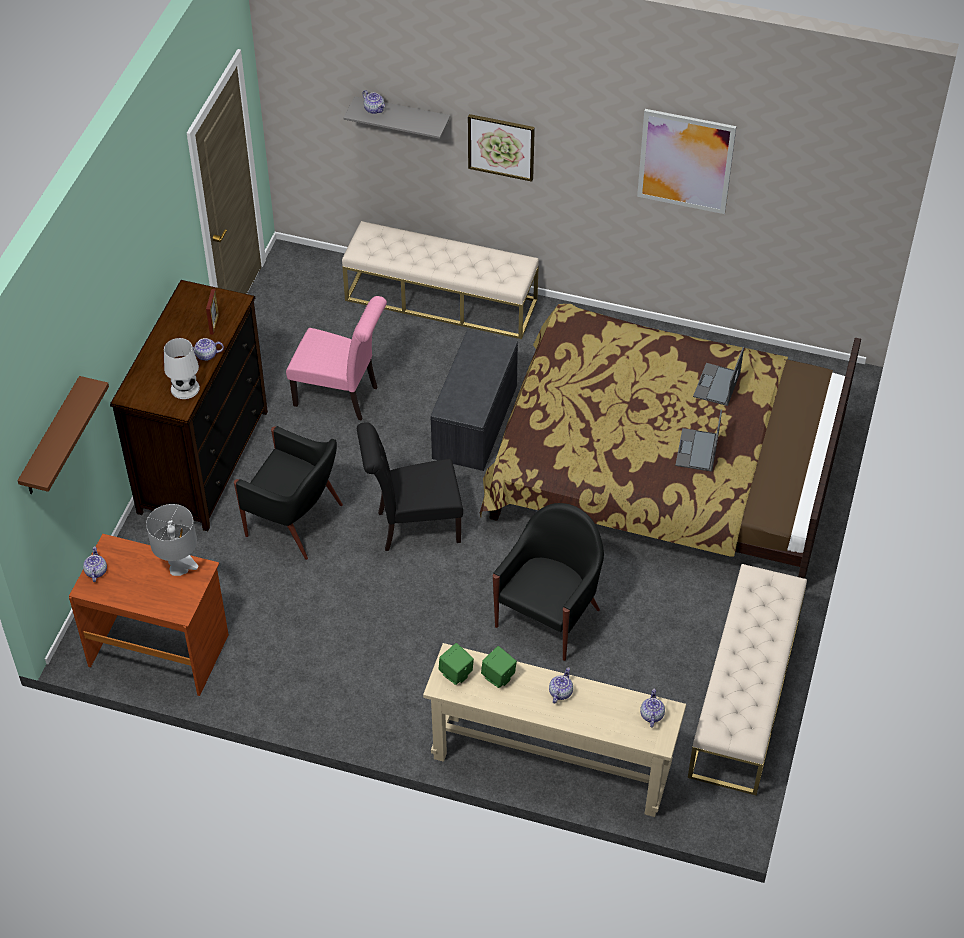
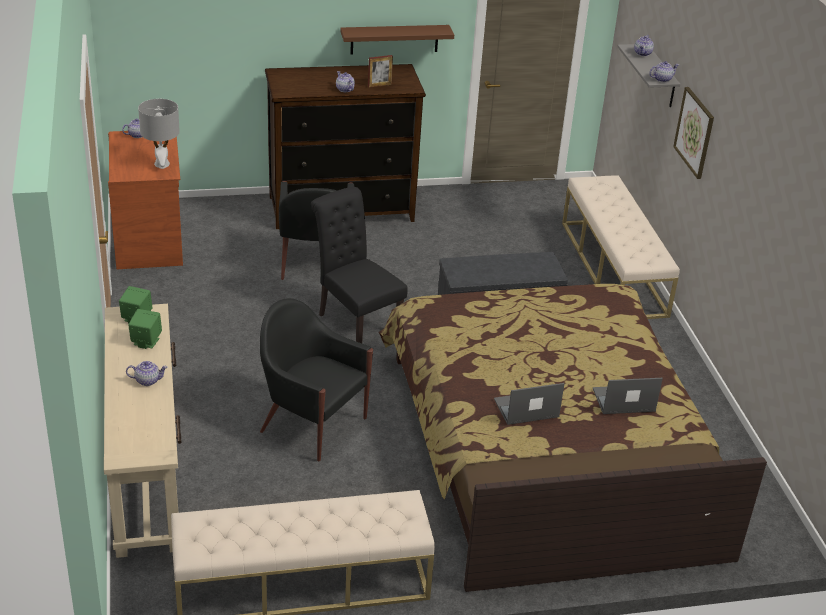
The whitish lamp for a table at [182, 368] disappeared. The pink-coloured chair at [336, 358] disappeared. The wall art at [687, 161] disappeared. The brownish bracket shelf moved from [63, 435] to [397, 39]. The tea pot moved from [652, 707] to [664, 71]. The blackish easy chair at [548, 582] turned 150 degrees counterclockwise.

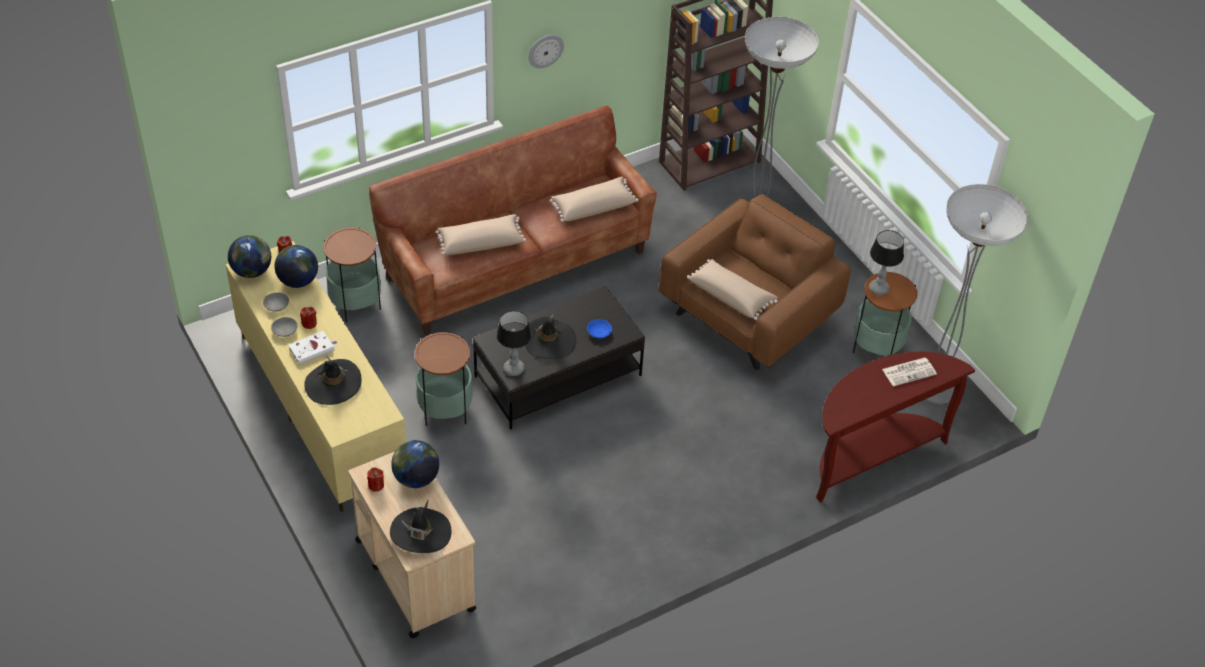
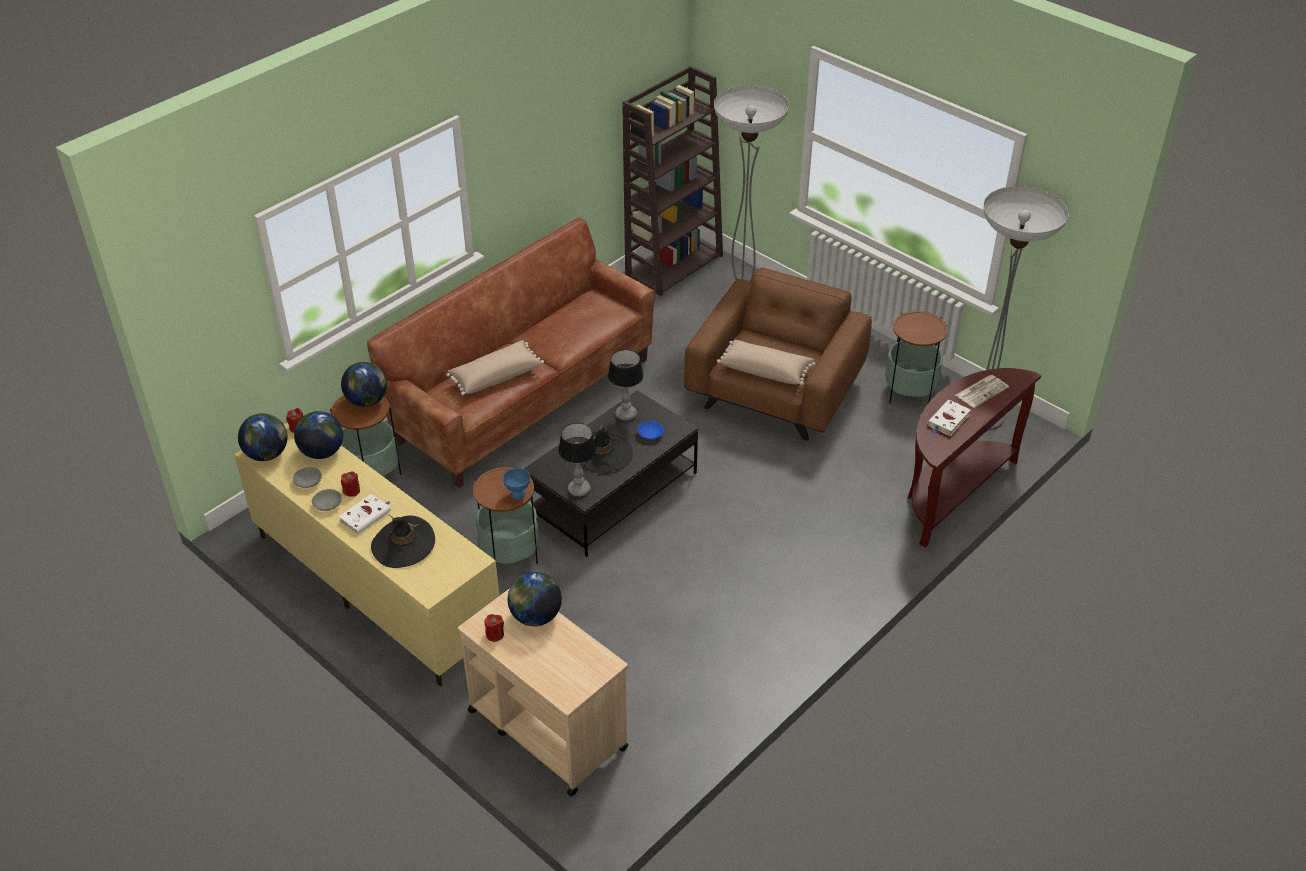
The blackish wearable hat at [420, 526] disappeared. The hanging clock at [546, 51] disappeared. The sand-coloured throw pillow at [594, 199] disappeared. The desk globe at [364, 384] appeared. The blue-coloured serving bowl at [516, 483] appeared. The whitish book at [949, 418] appeared. The lamp for a table moved from [886, 262] to [626, 385].

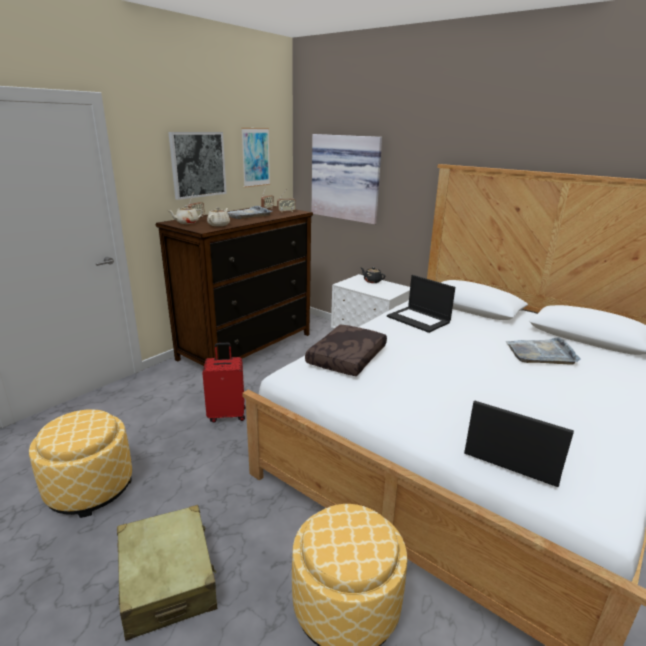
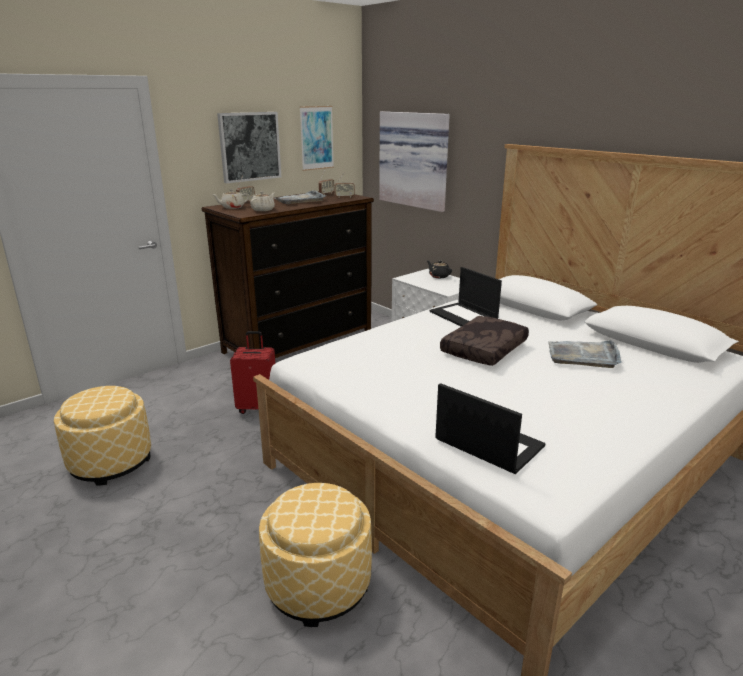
The sand-coloured piece of luggage at [167, 573] disappeared. The brownish throw pillow moved from [346, 350] to [484, 341].

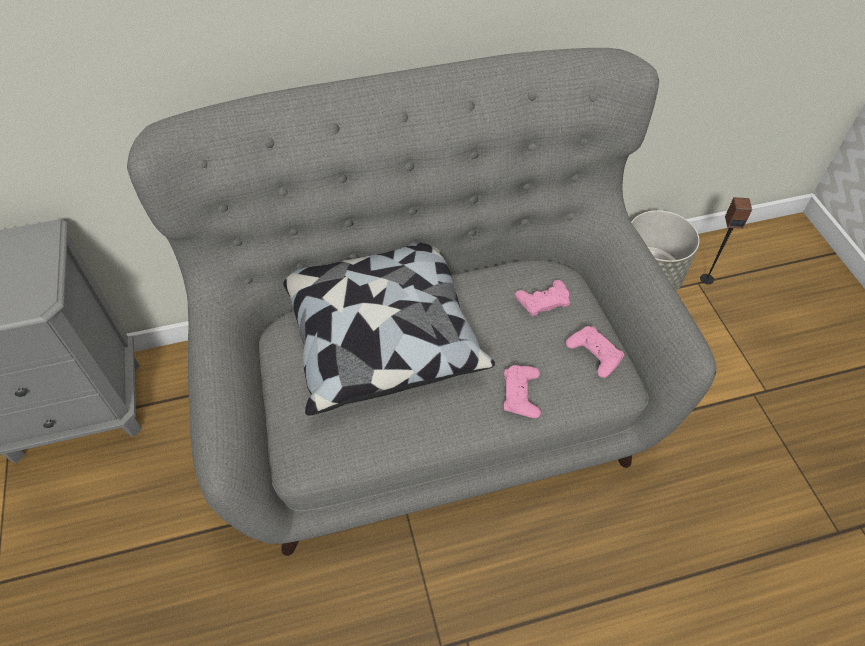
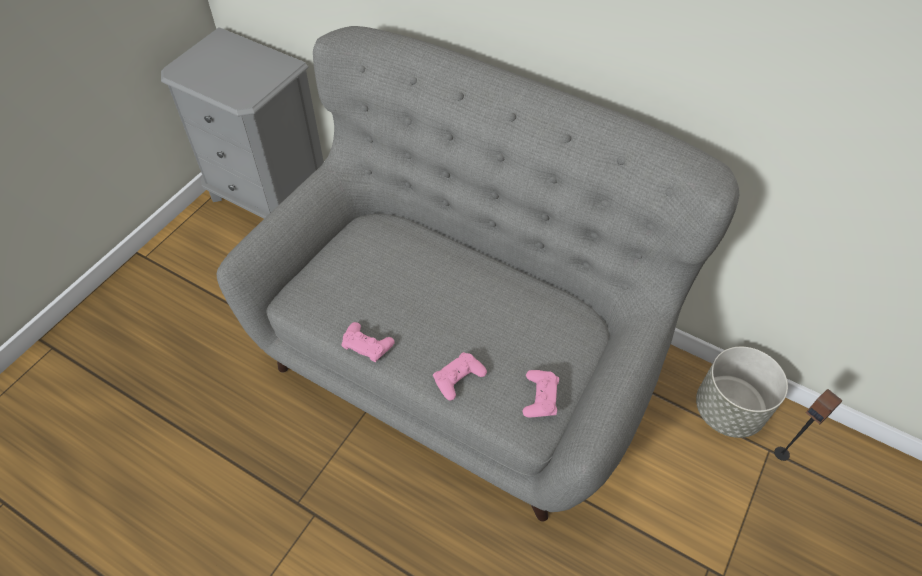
The throw pillow at [389, 329] disappeared. The pink-coloured joypad moved from [542, 298] to [368, 342].

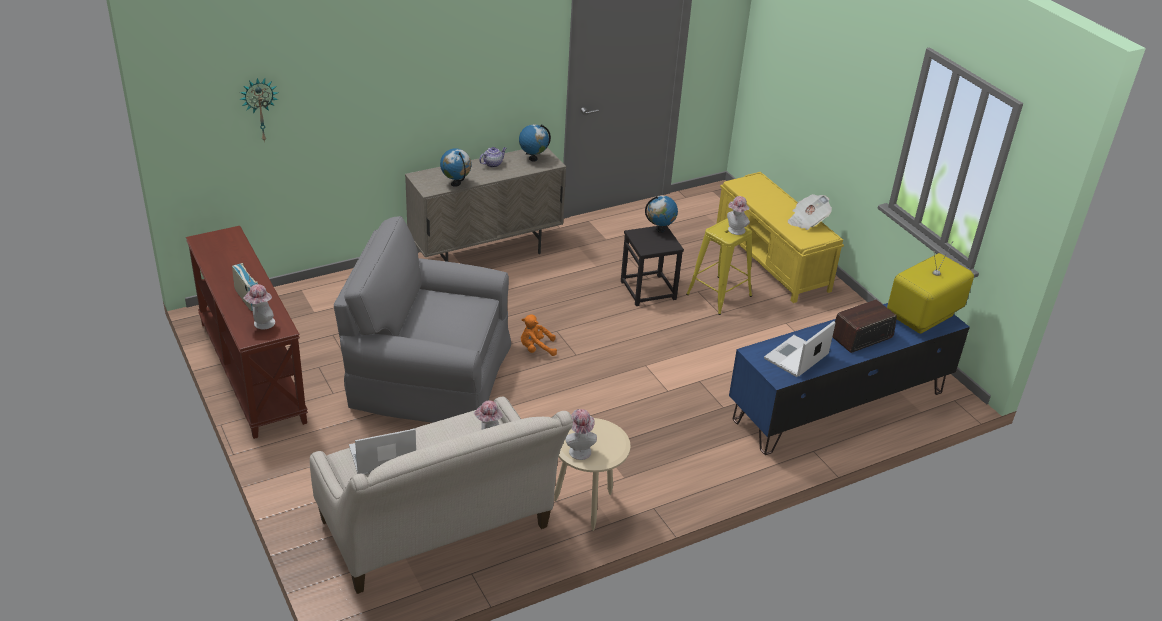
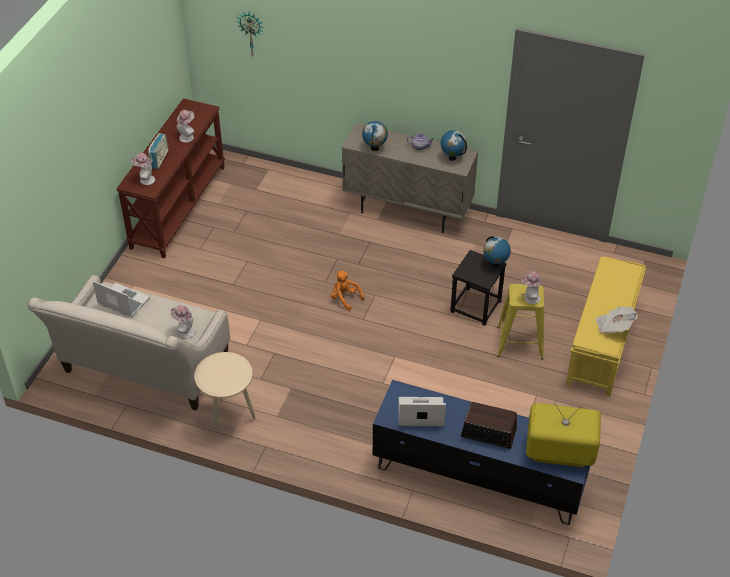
The greyish easy chair at [422, 319] disappeared. The wearable hat moved from [581, 434] to [185, 126].

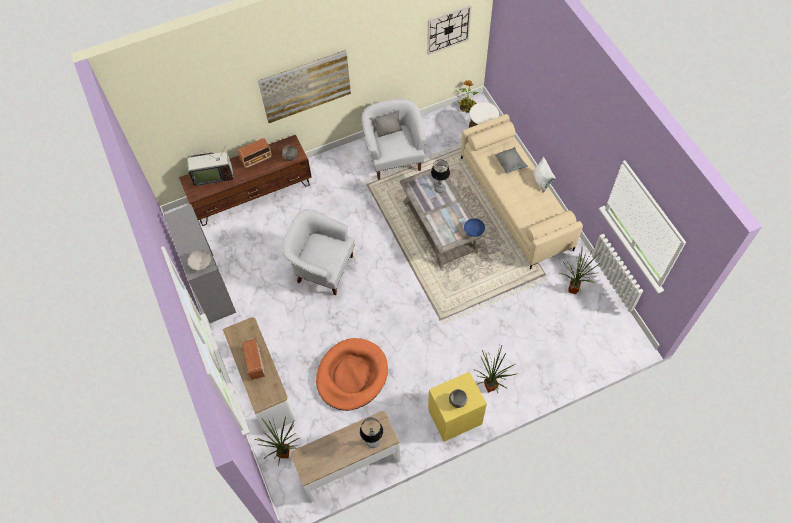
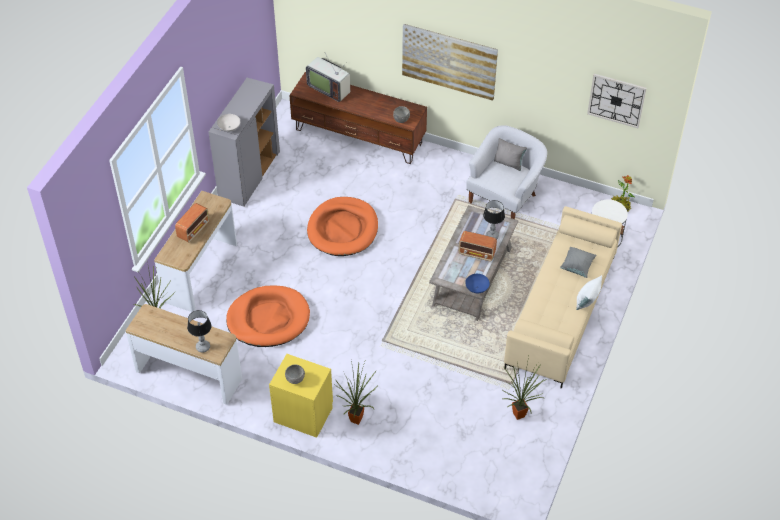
The radio receiver moved from [255, 153] to [478, 246]. The whitish easy chair at [318, 252] was replaced by the orange pet bed at [342, 226].

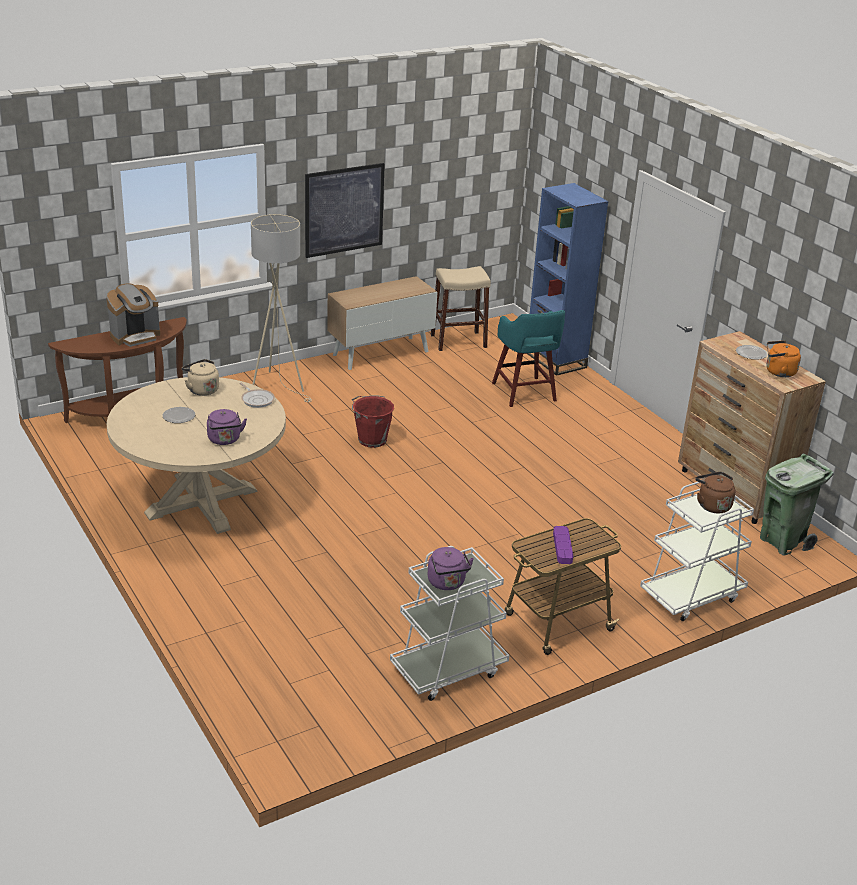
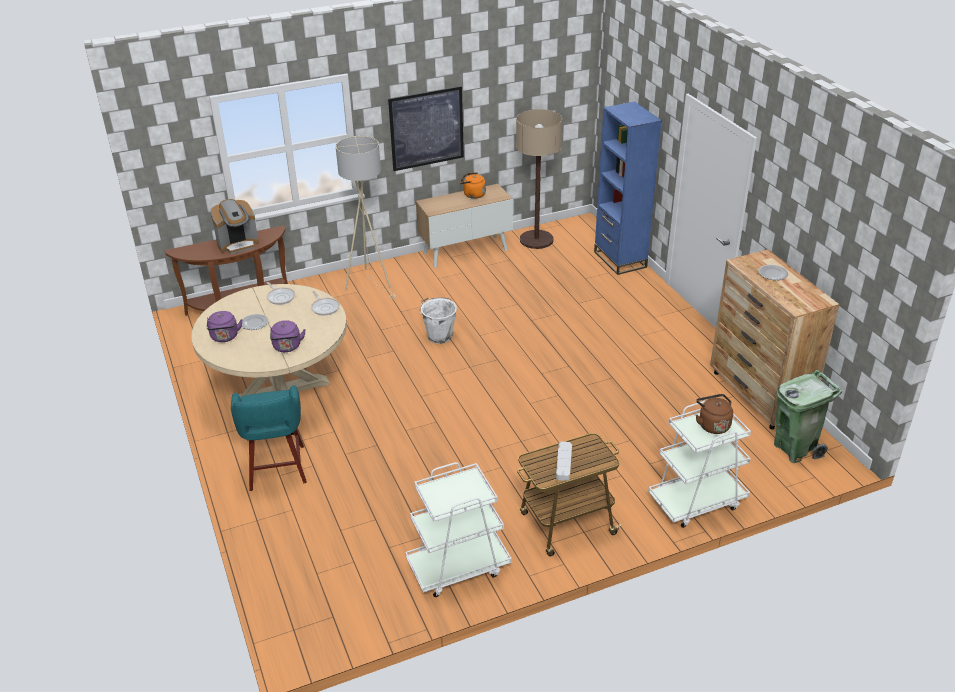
The purple water kettle moved from [450, 568] to [224, 326]. The blue-green stool seat moved from [528, 358] to [269, 438]. The orange water kettle moved from [783, 358] to [473, 185]. The sand-coloured water kettle at [200, 377] was replaced by the pan at [281, 293]. The sand-coloured stool seat at [461, 308] was replaced by the standing lamp at [539, 179]. The red pail at [373, 421] became the whitish pail at [438, 321]. The purple tray at [563, 545] became the greyish tray at [564, 461].

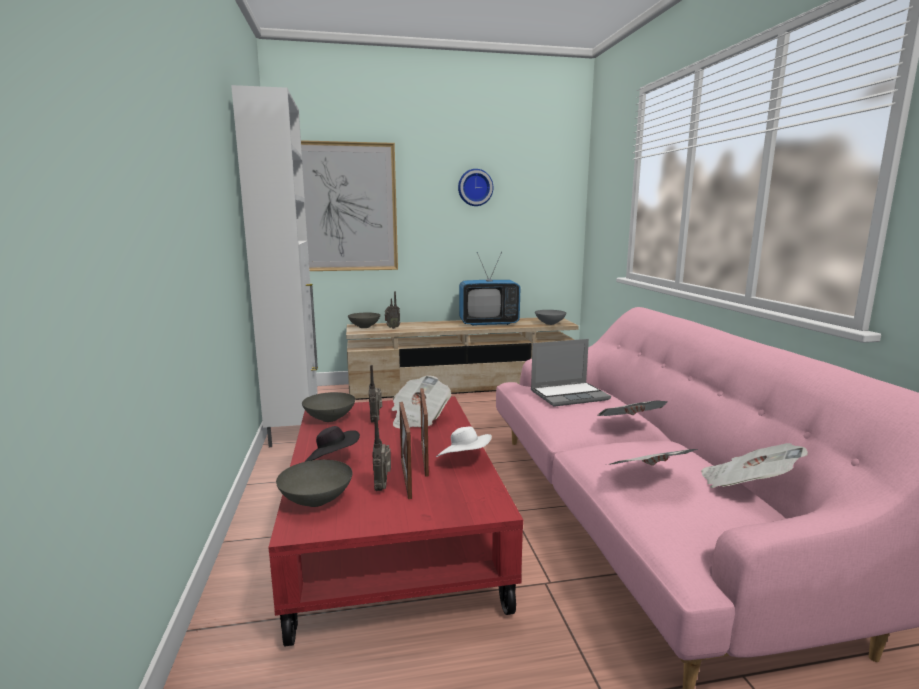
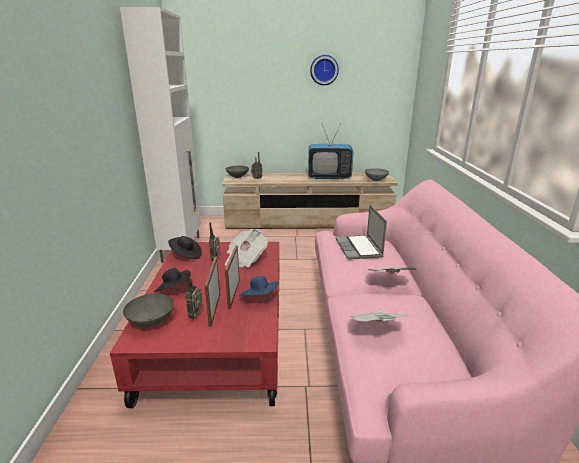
The wall art at [349, 205] disappeared. The newspaper at [754, 465] disappeared. The greyish serving bowl at [328, 407] was replaced by the blackish wearable hat at [185, 247]. The whitish wearable hat at [464, 442] became the blue-coloured wearable hat at [259, 286]. The portable computer at [571, 373] turned 90 degrees clockwise.

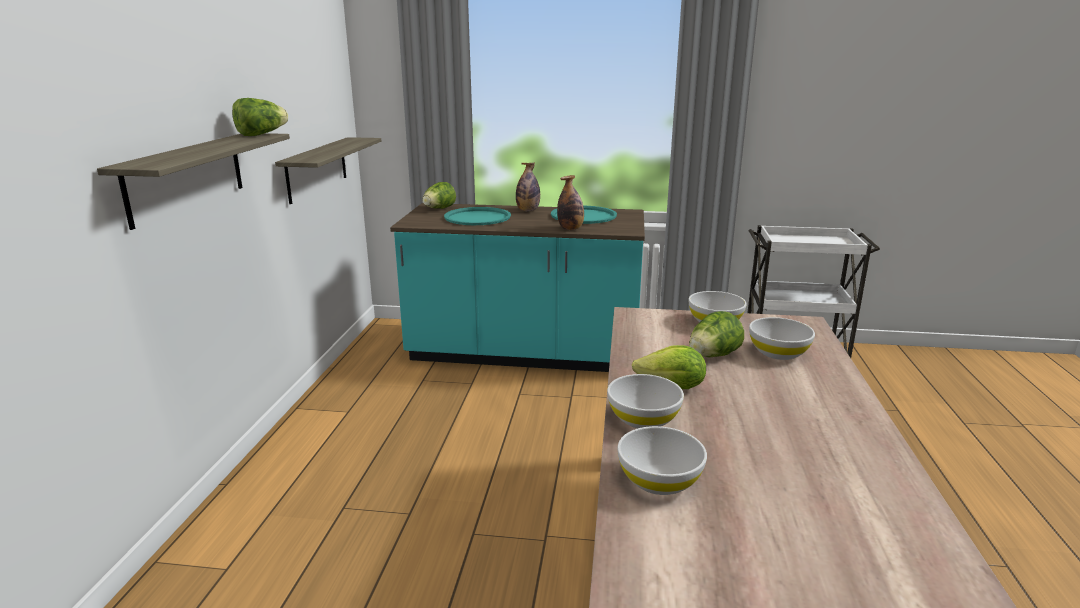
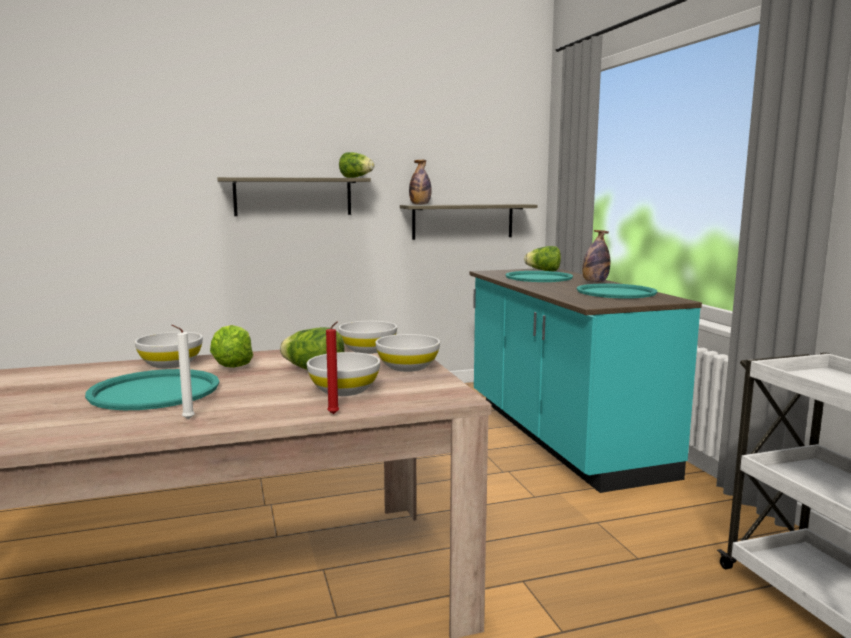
The blue-green tray at [152, 389] appeared. The whitish wax candle at [183, 372] appeared. The red wax candle at [332, 367] appeared. The drink bottle moved from [570, 202] to [420, 182]. The whitish serving bowl moved from [662, 460] to [368, 337].

